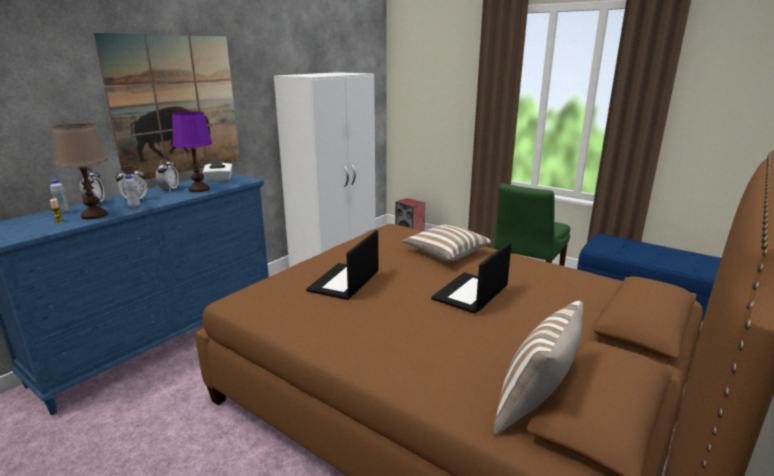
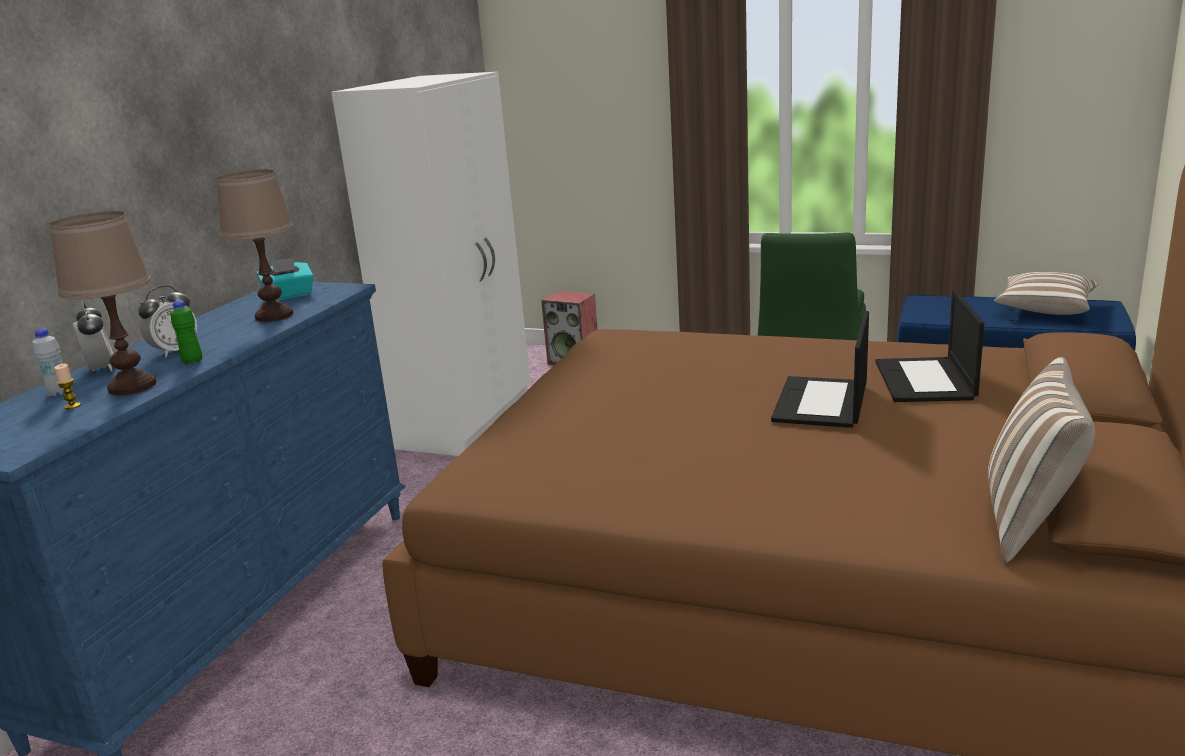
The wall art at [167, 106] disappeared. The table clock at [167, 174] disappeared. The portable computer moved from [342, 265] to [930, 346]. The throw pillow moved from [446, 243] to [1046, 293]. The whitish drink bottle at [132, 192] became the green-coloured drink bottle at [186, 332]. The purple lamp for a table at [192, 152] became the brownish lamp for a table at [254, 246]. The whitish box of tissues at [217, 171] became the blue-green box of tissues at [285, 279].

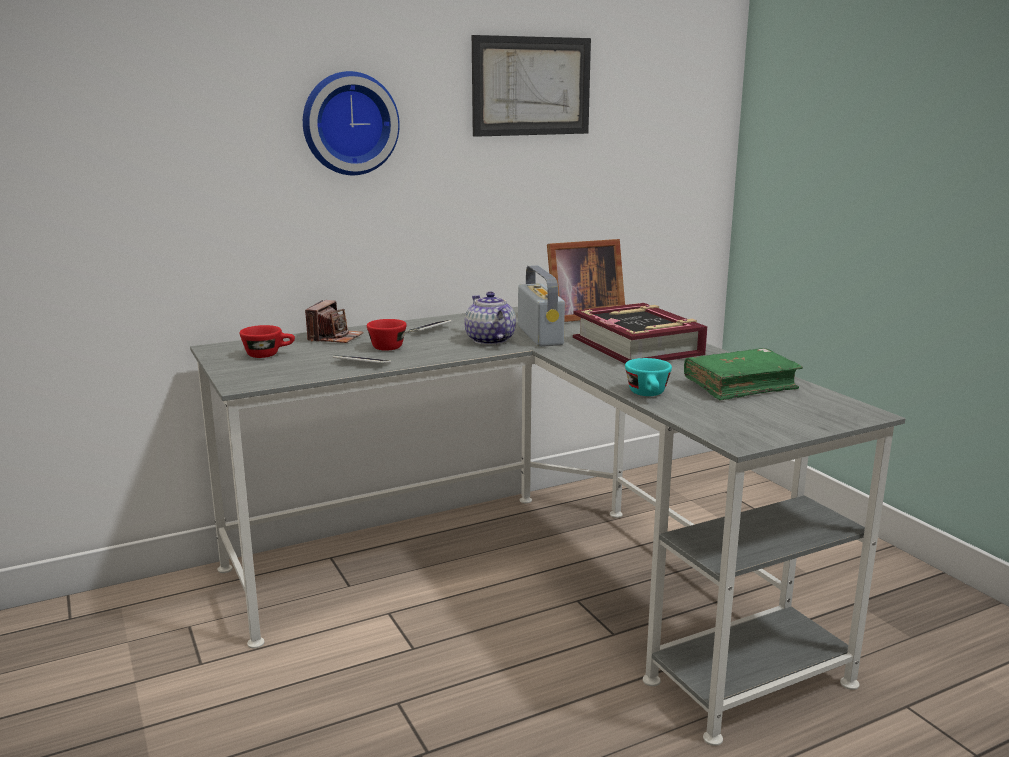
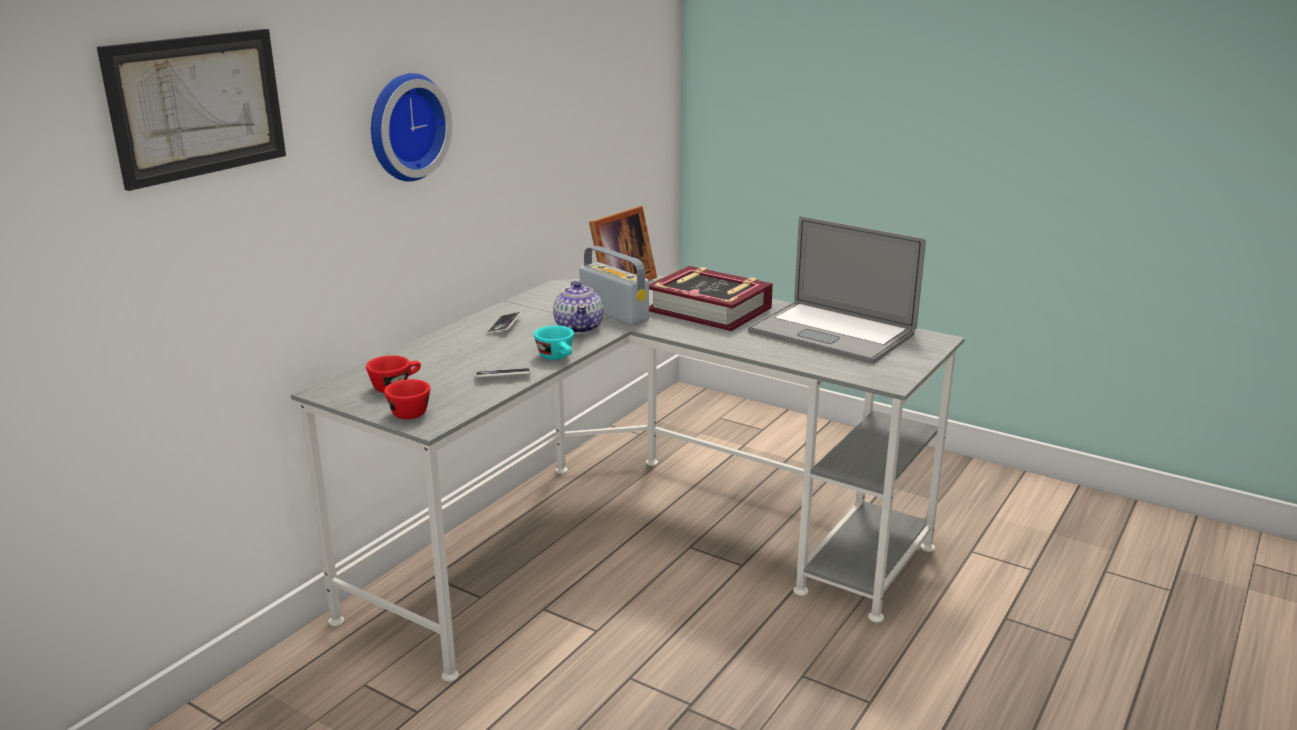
The still camera at [334, 321] disappeared. The red small cup moved from [387, 335] to [407, 399]. The wall art moved from [531, 86] to [191, 110]. The blue-green small cup moved from [648, 377] to [554, 343]. The green-coloured book at [743, 374] was replaced by the portable computer at [837, 290]. The tea pot at [490, 318] turned 135 degrees counterclockwise.

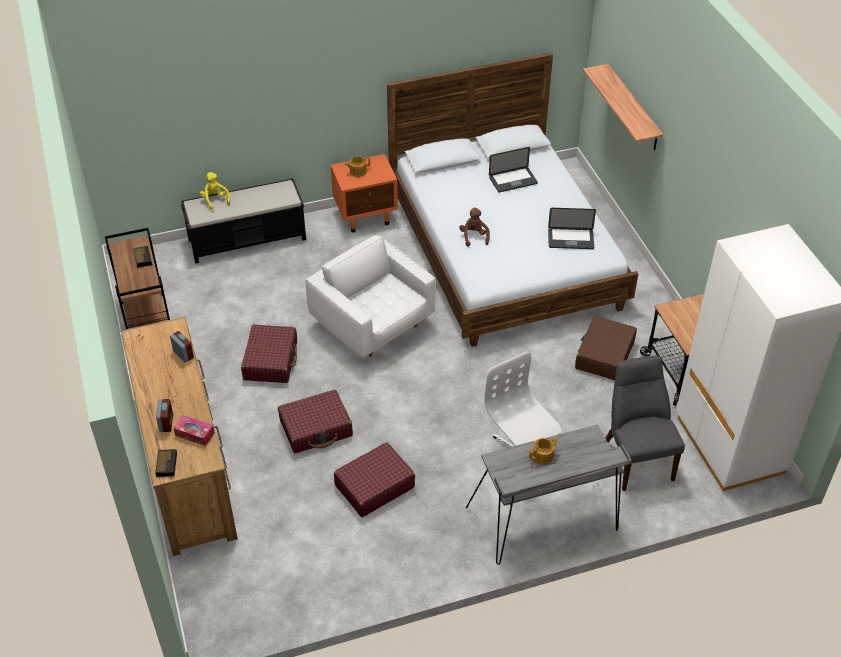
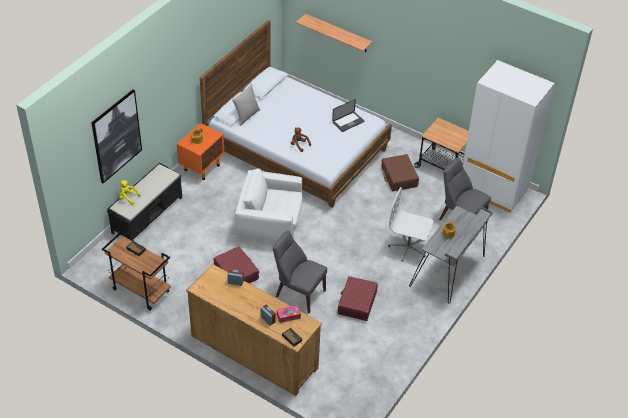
The portable computer at [513, 169] disappeared. The wall art at [116, 136] appeared. The greyish throw pillow at [246, 105] appeared. The red piece of luggage at [315, 421] was replaced by the greyish chair at [300, 271].

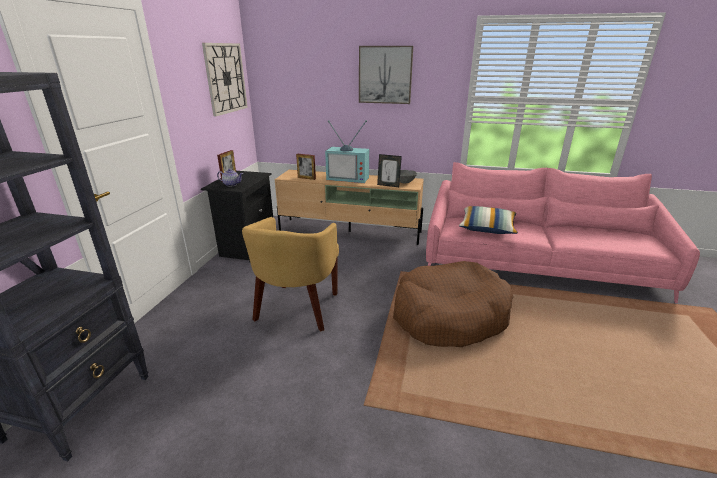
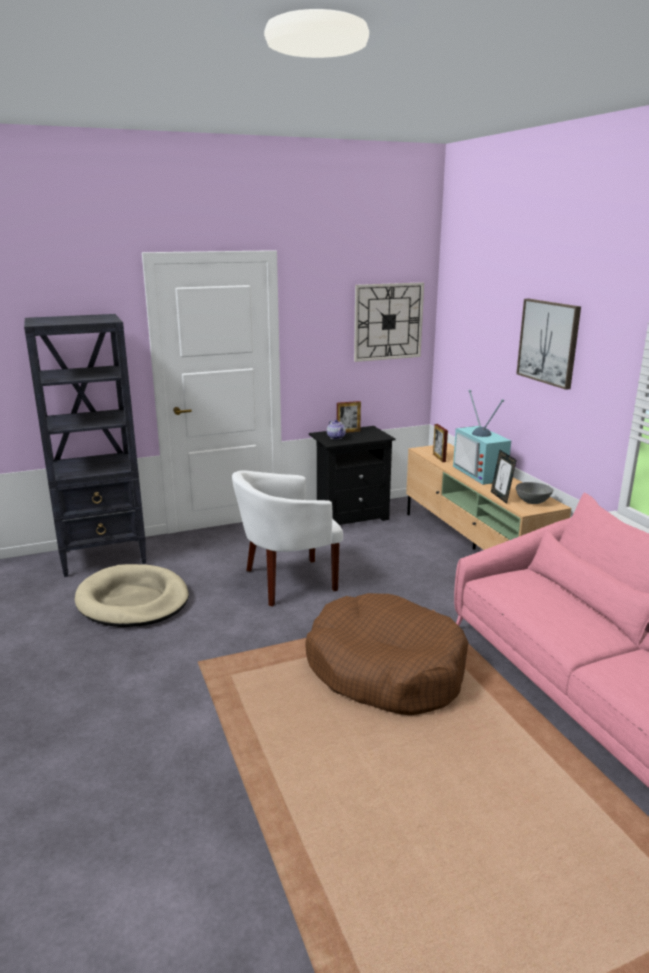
The throw pillow at [488, 220] disappeared. The sand-coloured pet bed at [132, 595] appeared. The yellow easy chair at [290, 274] became the whitish easy chair at [287, 539].

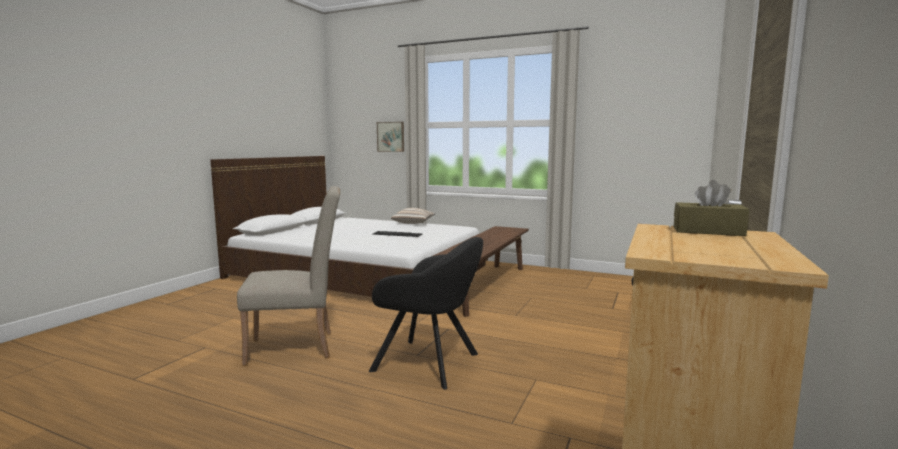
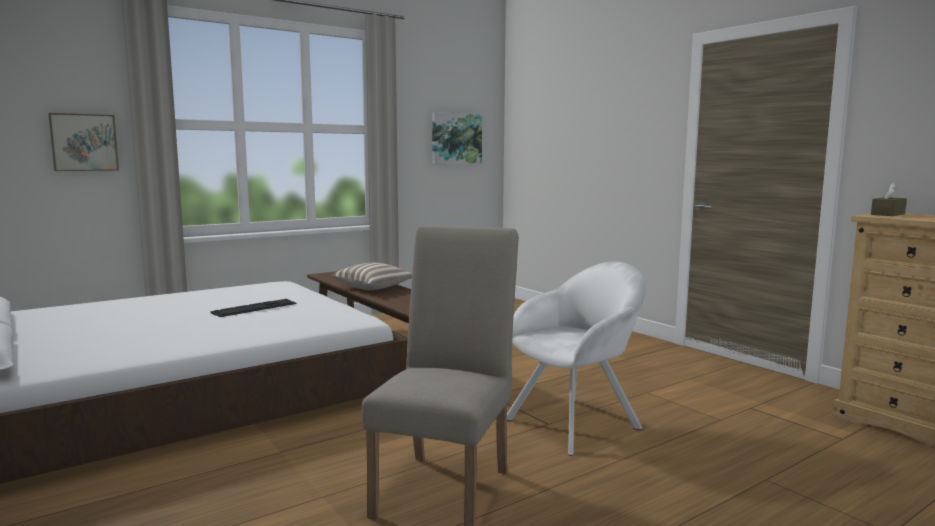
The wall art at [457, 138] appeared. The throw pillow moved from [413, 216] to [372, 276]. The blackish easy chair at [426, 313] became the whitish easy chair at [576, 359].

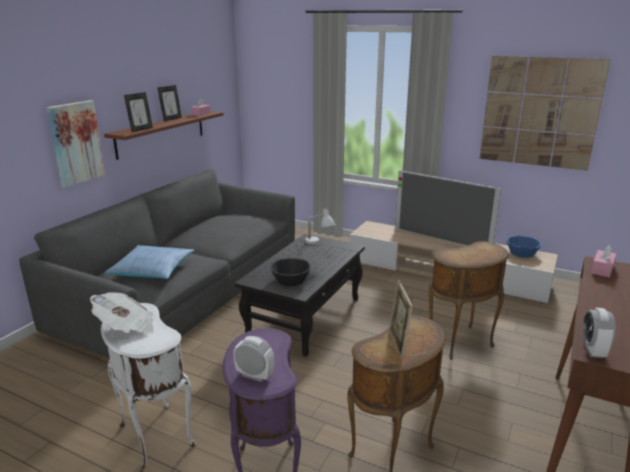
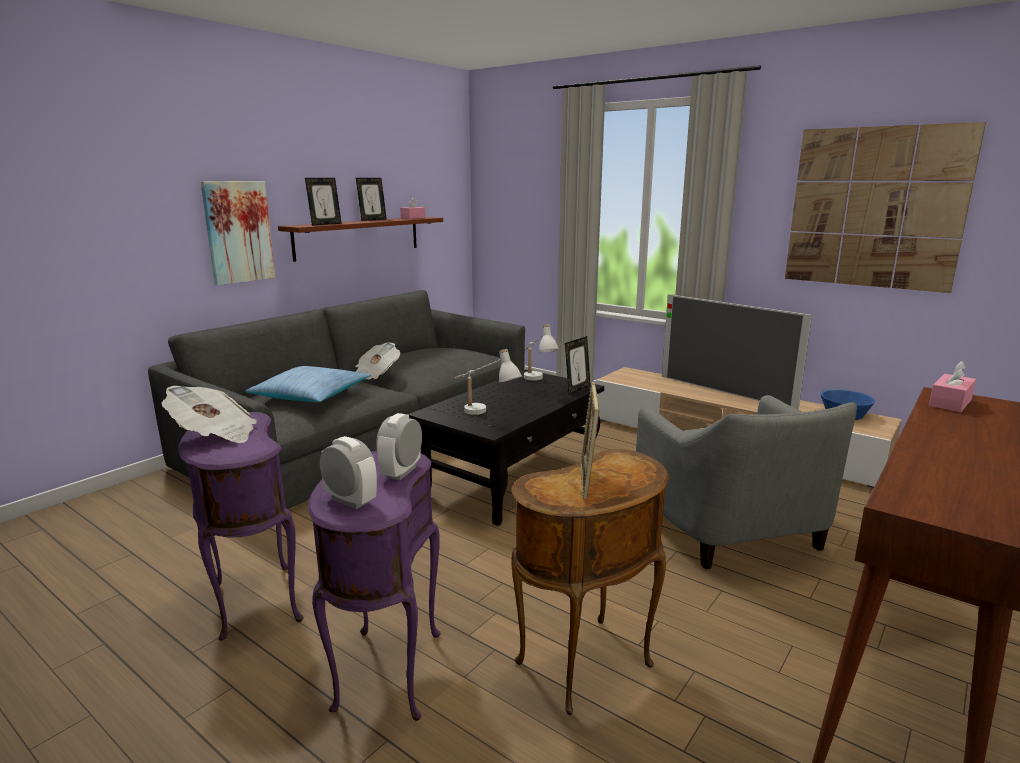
The newspaper at [377, 361] appeared. The photo frame at [578, 365] appeared. The table clock moved from [599, 333] to [399, 446]. The blackish serving bowl at [290, 272] was replaced by the whitish lamp for a table at [488, 382]. The brownish end table at [469, 300] was replaced by the greyish easy chair at [746, 482]. The whitish end table at [148, 385] became the purple end table at [241, 526].

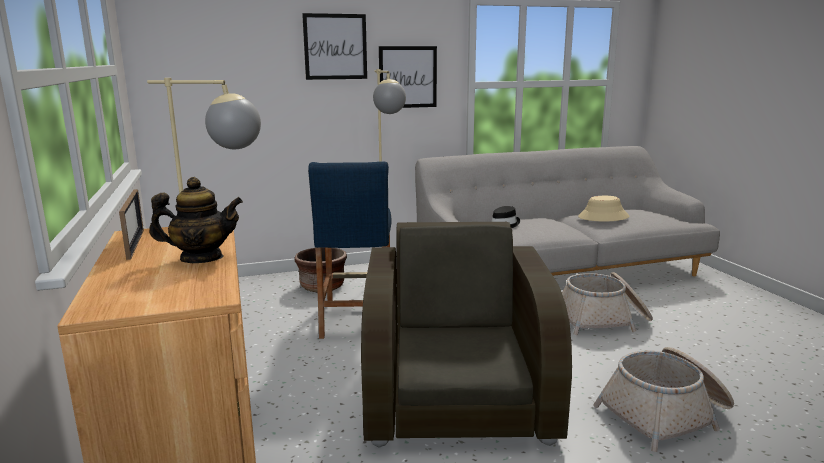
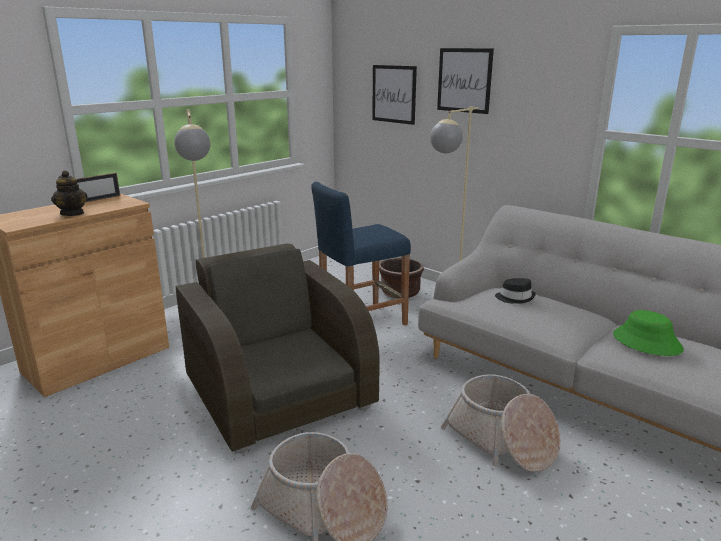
The wall art moved from [408, 77] to [394, 95]. The sand-coloured wearable hat at [604, 208] became the green-coloured wearable hat at [648, 333]. The brownish easy chair at [466, 335] turned 90 degrees counterclockwise.

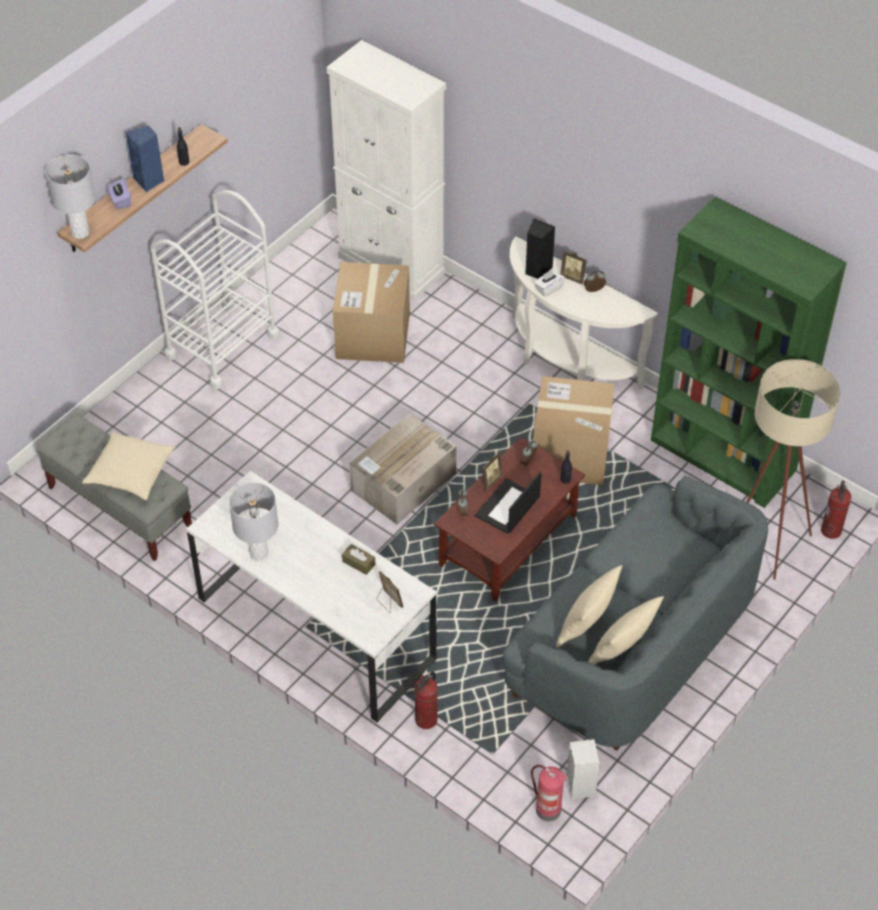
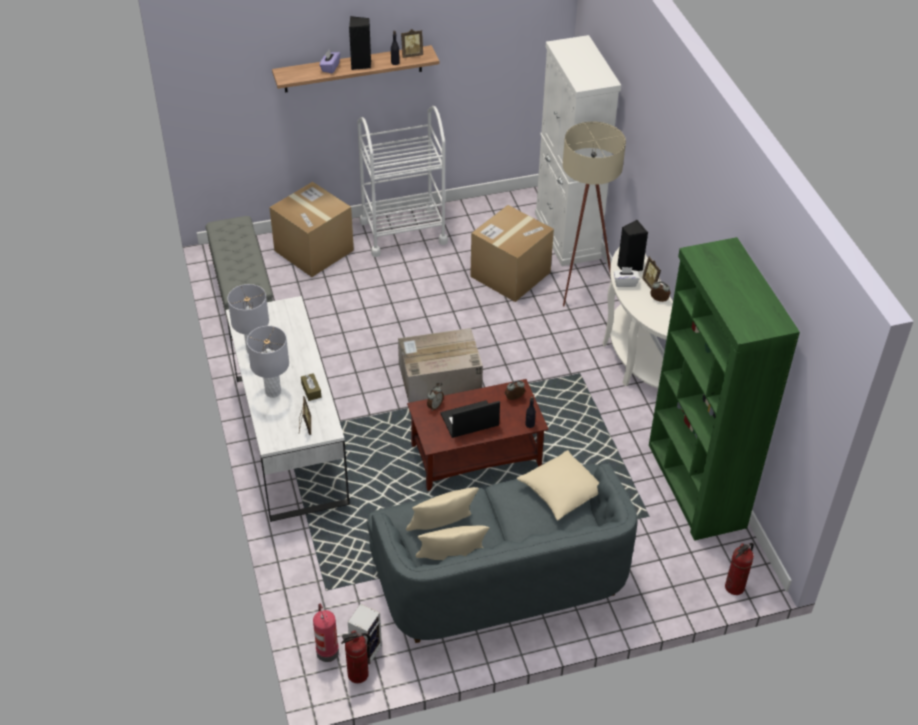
The greyish lamp for a table moved from [70, 197] to [268, 362]. The sand-coloured throw pillow moved from [128, 466] to [557, 485]. The fire-fighting cylinder moved from [426, 700] to [355, 657]. The photo frame moved from [490, 471] to [412, 43]. The cardboard box moved from [574, 430] to [311, 229]. The sand-coloured standing lamp moved from [793, 469] to [594, 214]. The blue-coloured speaker at [145, 159] became the blackish speaker at [360, 43].

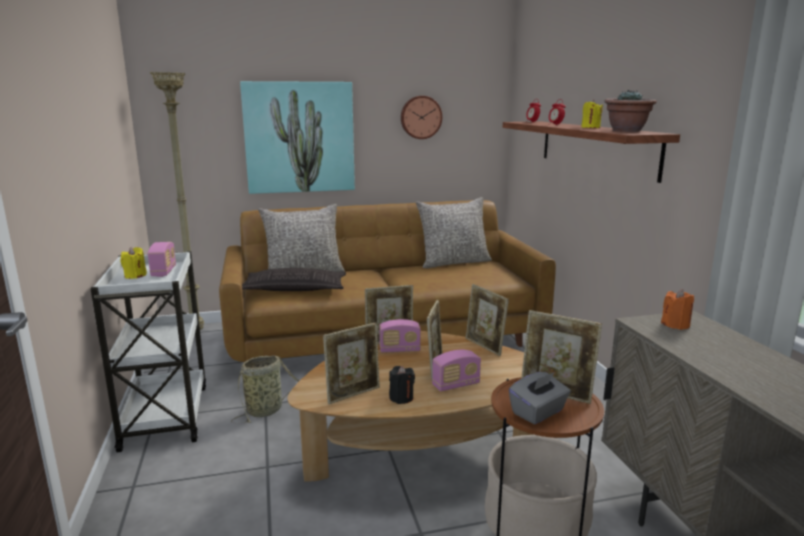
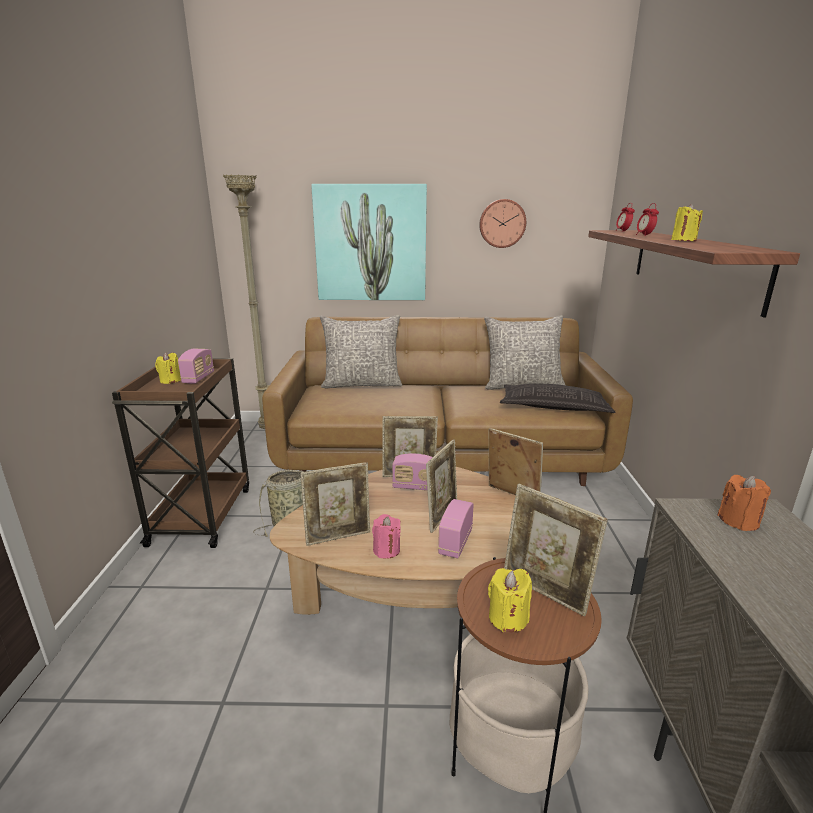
The houseplant at [631, 111] disappeared. The throw pillow moved from [294, 279] to [558, 398]. The greyish box of tissues at [540, 398] was replaced by the yellow wax candle at [510, 600]. The whitish wheeled cart at [148, 351] became the brownish wheeled cart at [180, 453]. The blackish wax candle at [402, 385] became the pink-coloured wax candle at [386, 536]. The radio receiver at [456, 371] turned 120 degrees clockwise. The photo frame at [487, 320] turned 150 degrees clockwise.

